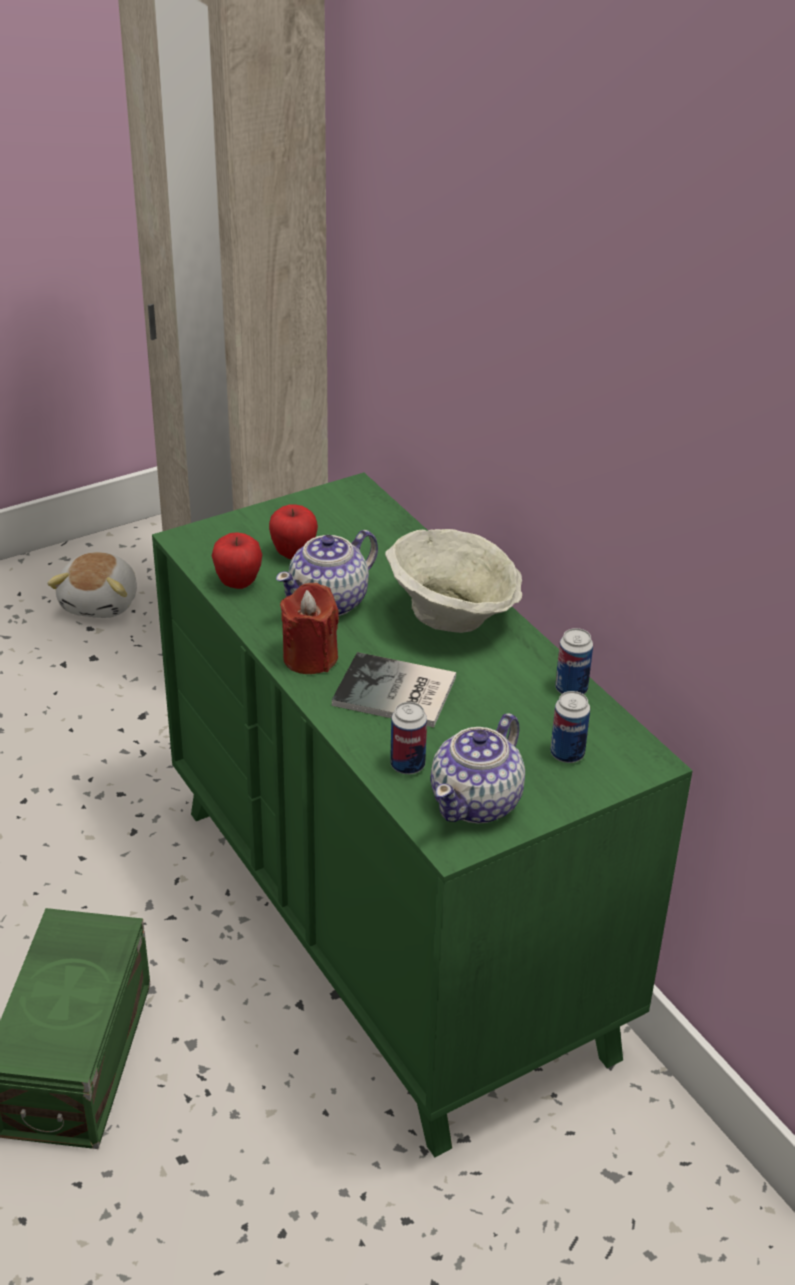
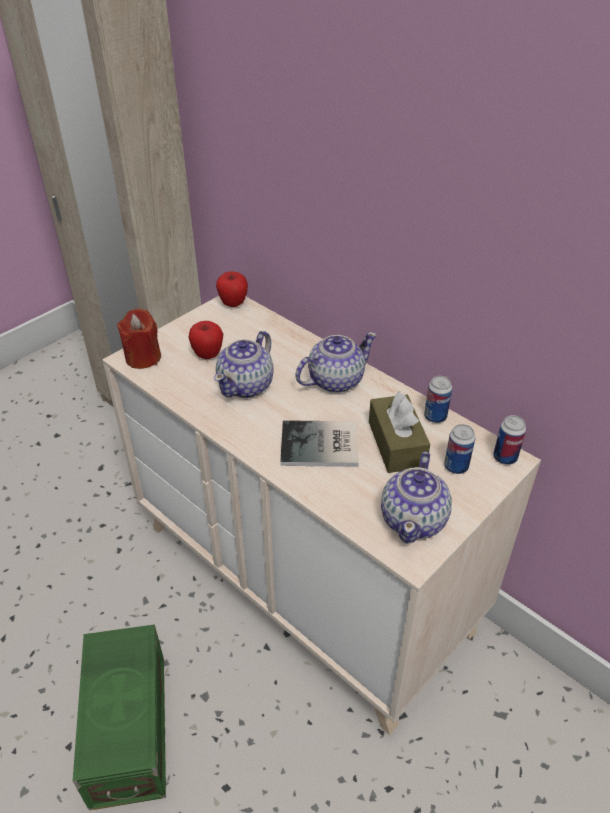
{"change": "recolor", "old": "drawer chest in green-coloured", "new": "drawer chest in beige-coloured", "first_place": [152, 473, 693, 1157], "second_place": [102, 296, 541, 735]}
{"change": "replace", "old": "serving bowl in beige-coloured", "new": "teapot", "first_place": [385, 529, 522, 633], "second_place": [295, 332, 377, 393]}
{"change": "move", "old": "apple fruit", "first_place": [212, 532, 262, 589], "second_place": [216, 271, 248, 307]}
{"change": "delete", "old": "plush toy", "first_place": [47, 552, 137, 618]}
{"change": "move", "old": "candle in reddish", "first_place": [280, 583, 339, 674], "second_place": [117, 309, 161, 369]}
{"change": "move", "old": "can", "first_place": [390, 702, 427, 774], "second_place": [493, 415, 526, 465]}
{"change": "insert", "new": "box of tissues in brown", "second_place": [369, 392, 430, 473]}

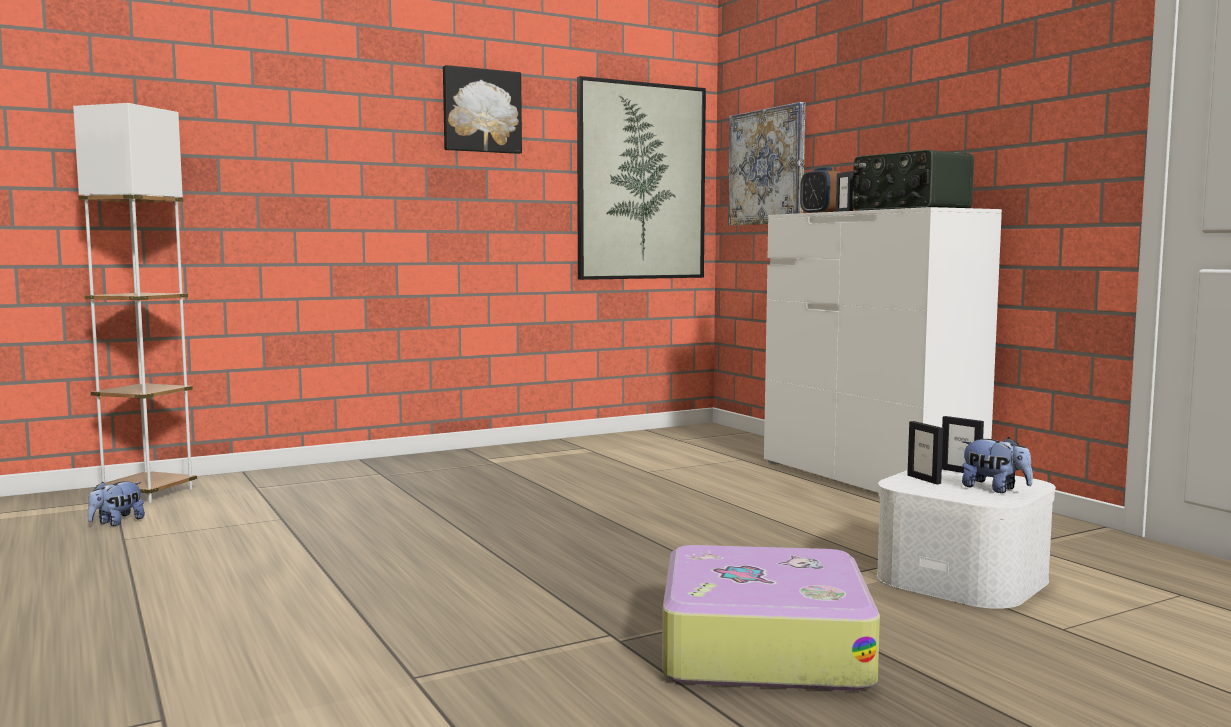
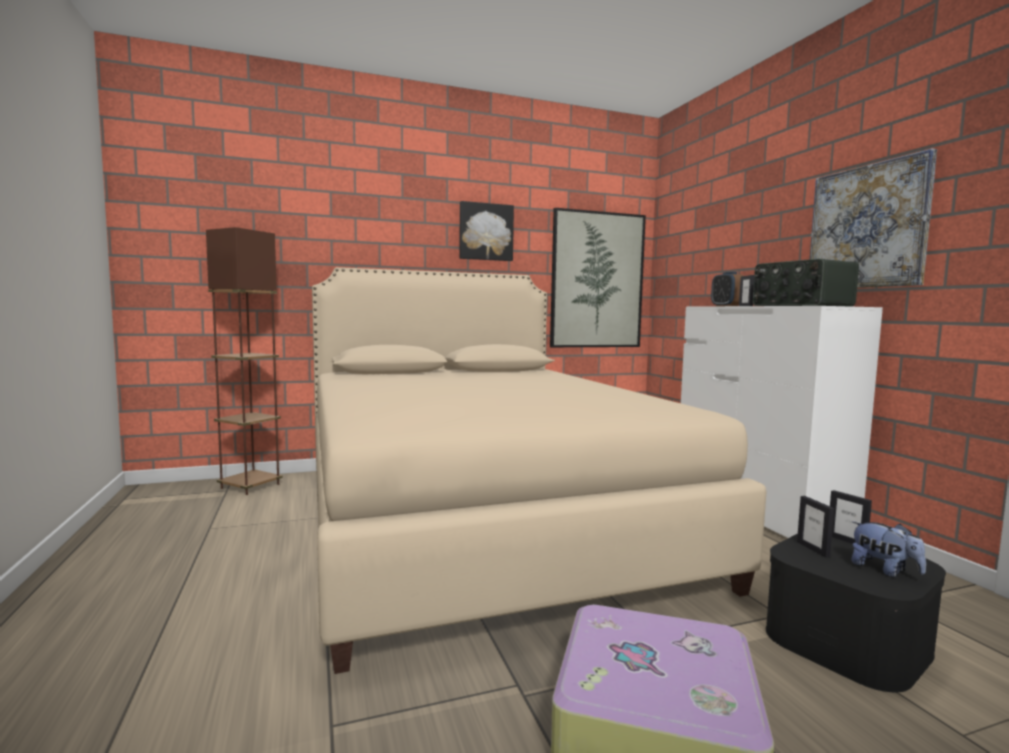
{"change": "move", "old": "picture", "first_place": [728, 102, 805, 225], "second_place": [810, 148, 937, 288]}
{"change": "recolor", "old": "floor lamp in white-coloured", "new": "floor lamp in brown", "first_place": [73, 103, 197, 503], "second_place": [206, 227, 283, 495]}
{"change": "recolor", "old": "storage box in white-coloured", "new": "storage box in blackish", "first_place": [877, 470, 1056, 609], "second_place": [766, 533, 946, 693]}
{"change": "delete", "old": "plush toy", "first_place": [88, 481, 145, 526]}
{"change": "insert", "new": "bed in beige-coloured", "second_place": [312, 267, 767, 674]}

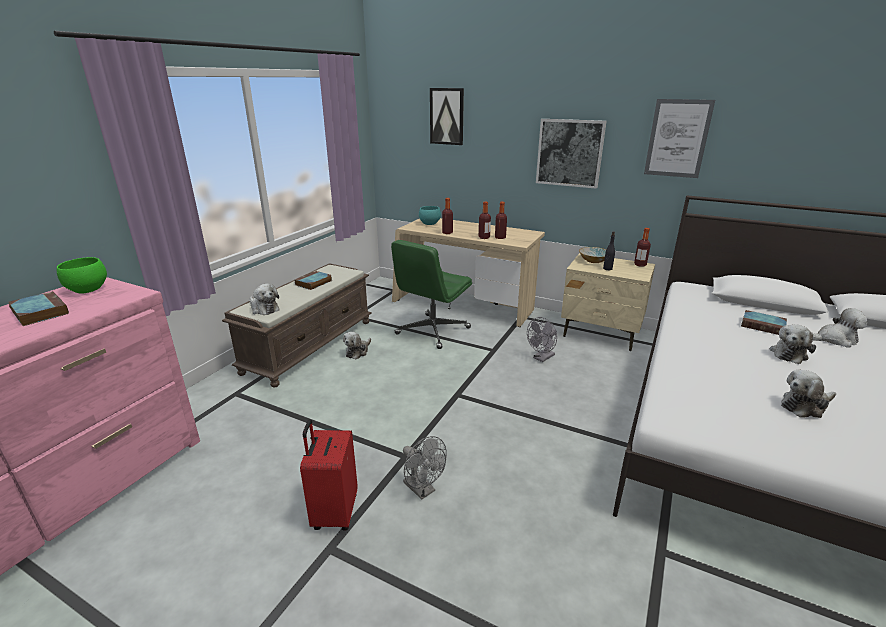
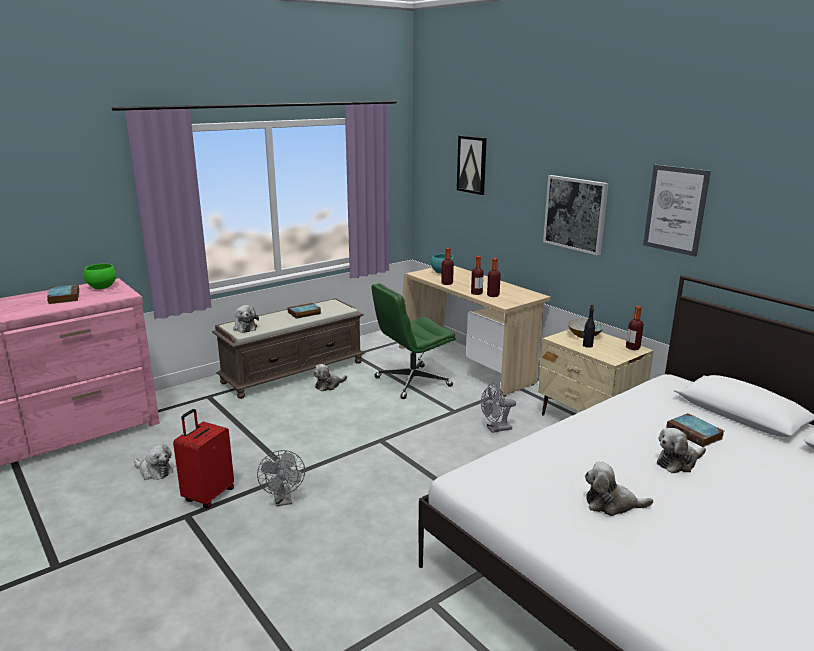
{"change": "move", "old": "plush toy", "first_place": [812, 308, 867, 348], "second_place": [134, 444, 173, 480]}

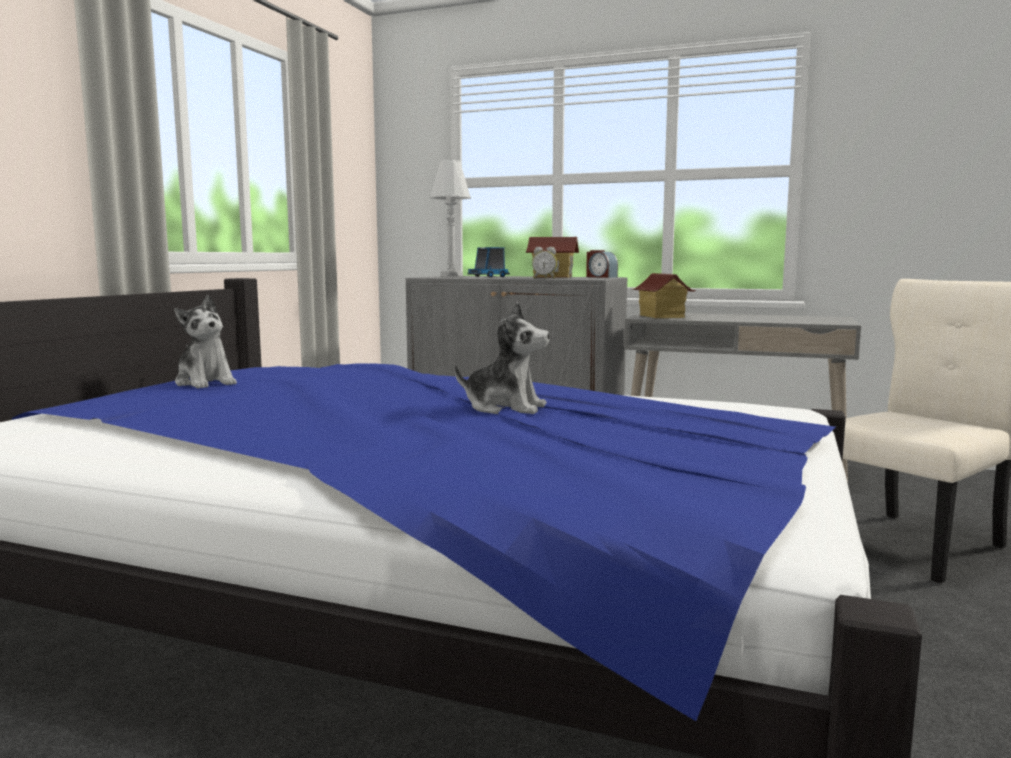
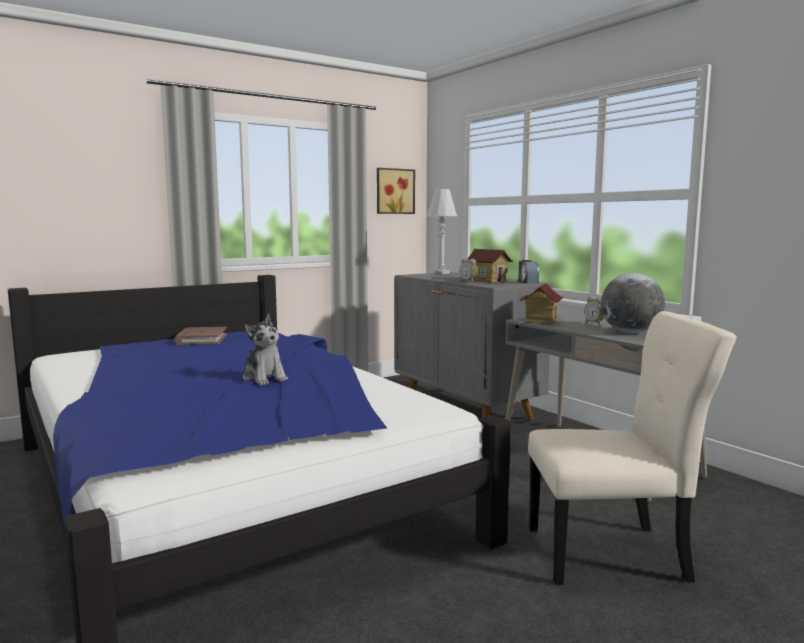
{"change": "delete", "old": "toy lorry", "first_place": [467, 247, 510, 277]}
{"change": "replace", "old": "plush toy", "new": "bound book in brown", "first_place": [174, 295, 237, 389], "second_place": [174, 327, 227, 345]}
{"change": "insert", "new": "picture", "second_place": [377, 168, 415, 214]}
{"change": "insert", "new": "desk globe", "second_place": [601, 273, 665, 333]}
{"change": "insert", "new": "alarm clock", "second_place": [584, 296, 605, 325]}

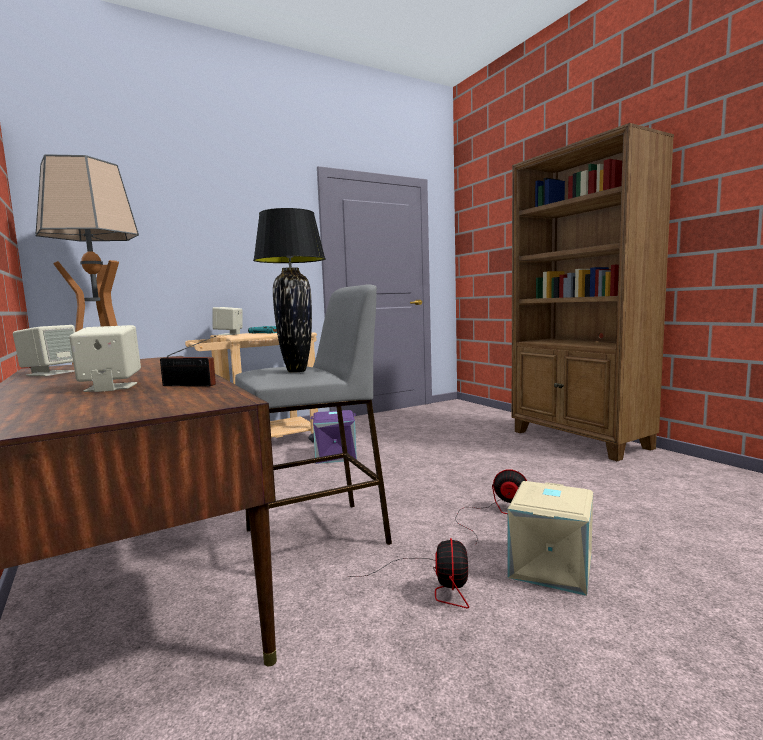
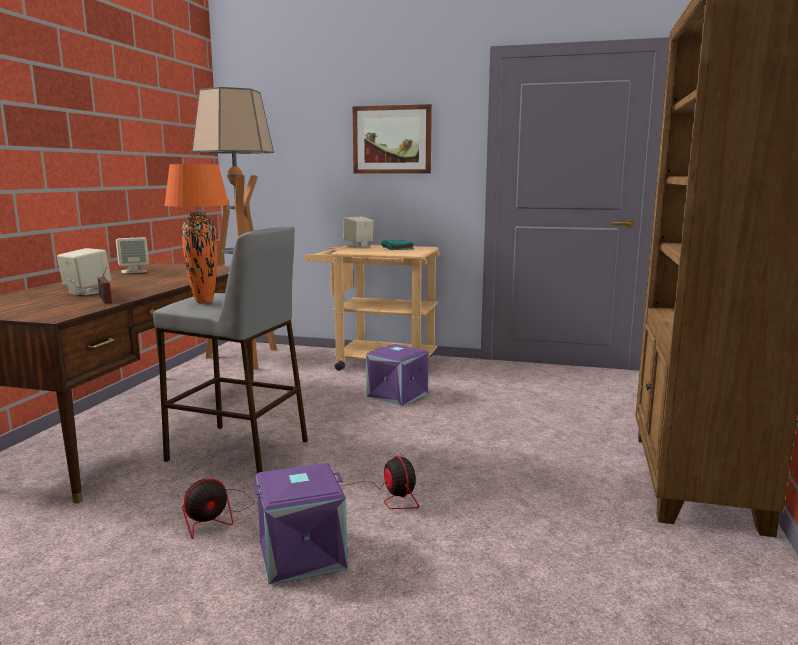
{"change": "recolor", "old": "tabletop lamp in blackish", "new": "tabletop lamp in orangey", "first_place": [253, 208, 326, 373], "second_place": [164, 164, 229, 303]}
{"change": "recolor", "old": "storage box in beige-coloured", "new": "storage box in purple", "first_place": [507, 481, 593, 596], "second_place": [253, 463, 347, 584]}
{"change": "insert", "new": "picture", "second_place": [353, 104, 432, 174]}

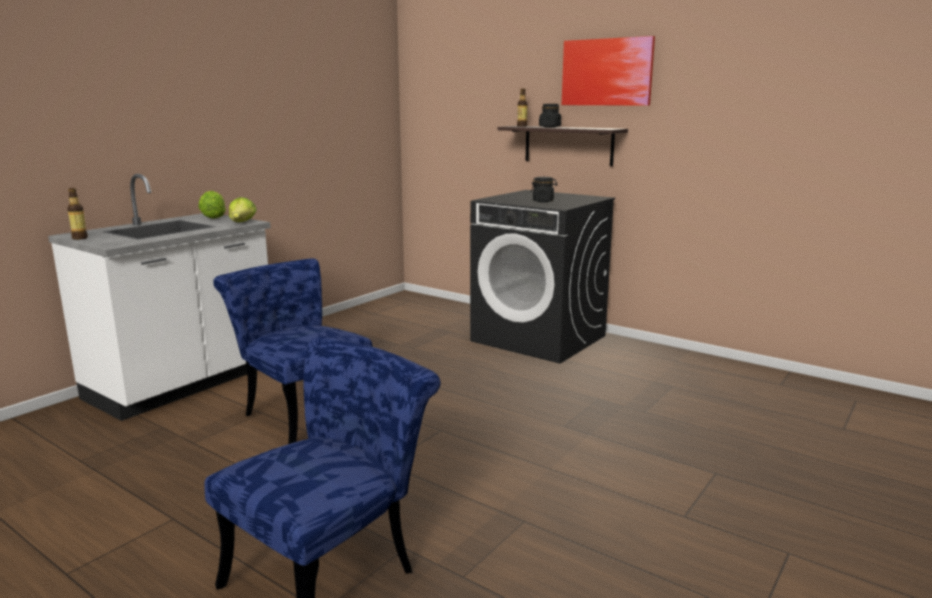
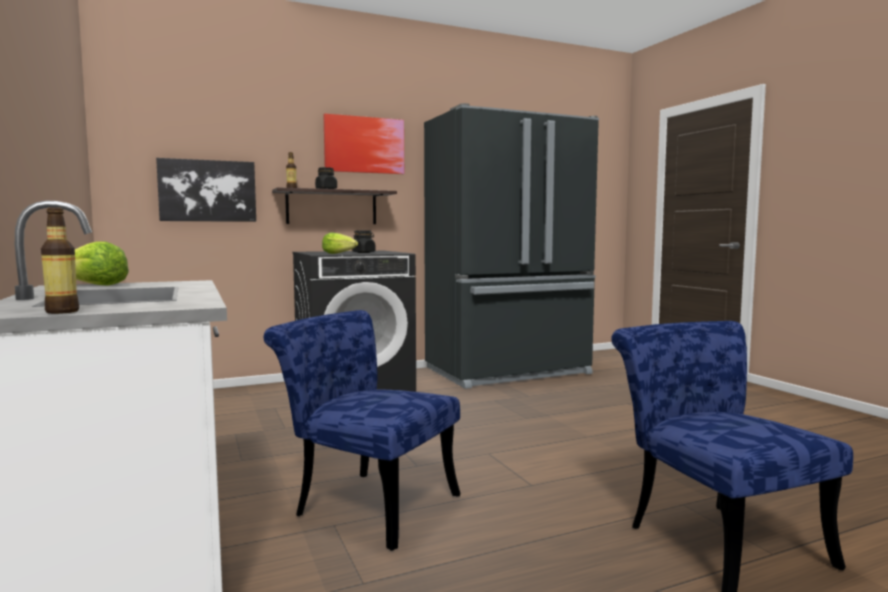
{"change": "move", "old": "lettuce", "first_place": [229, 197, 257, 222], "second_place": [322, 232, 358, 254]}
{"change": "rotate", "old": "plain chair in bluish", "first_place": [213, 258, 372, 444], "second_place": [264, 310, 460, 551], "degrees": 45}
{"change": "insert", "new": "fridge in blackish", "second_place": [424, 103, 599, 389]}
{"change": "insert", "new": "picture", "second_place": [156, 158, 256, 222]}

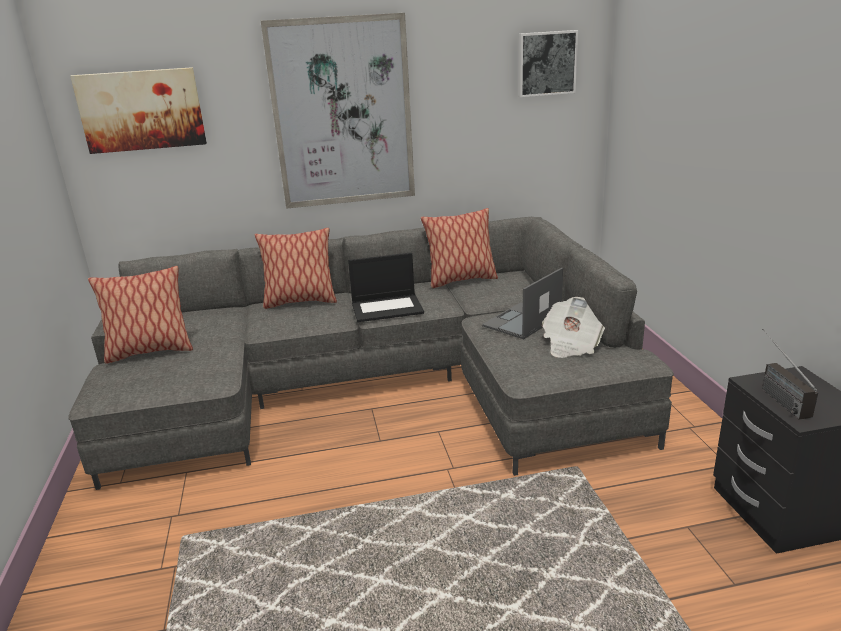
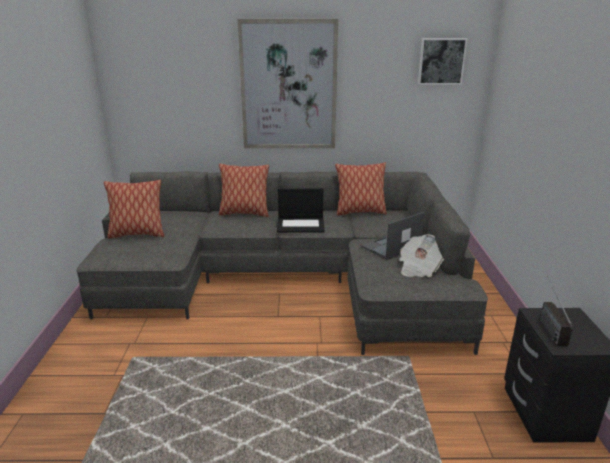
{"change": "delete", "old": "picture", "first_place": [70, 67, 207, 154]}

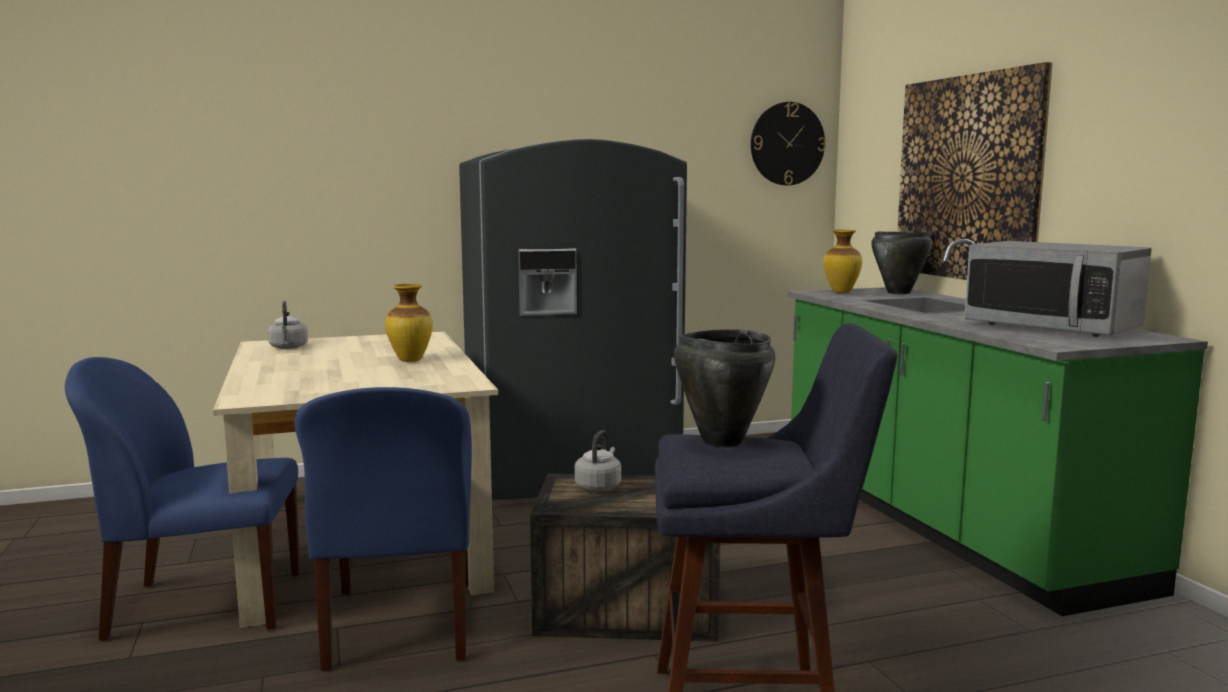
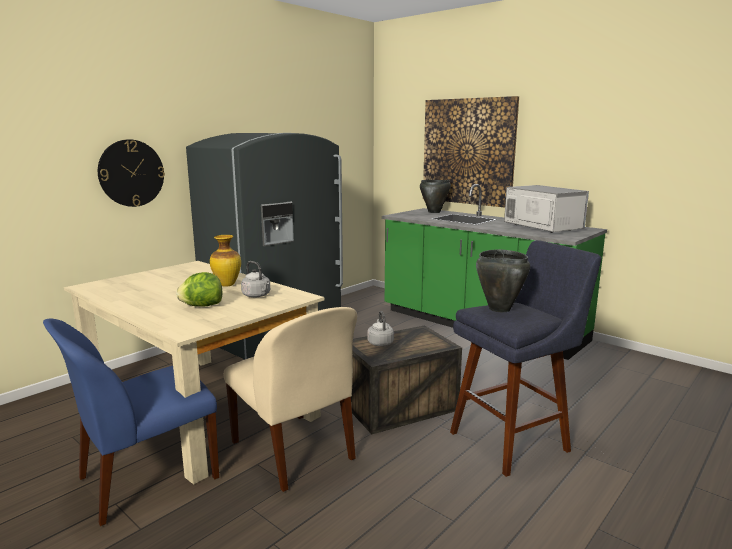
{"change": "move", "old": "hanging clock", "first_place": [751, 102, 826, 185], "second_place": [98, 139, 165, 207]}
{"change": "delete", "old": "flower vase", "first_place": [824, 230, 862, 293]}
{"change": "rotate", "old": "kitchen microwave", "first_place": [964, 241, 1152, 337], "second_place": [504, 185, 589, 233], "degrees": -135}
{"change": "move", "old": "tea kettle in gray", "first_place": [268, 301, 308, 349], "second_place": [241, 261, 270, 297]}
{"change": "recolor", "old": "plain chair in bluish", "new": "plain chair in beige-coloured", "first_place": [294, 387, 472, 671], "second_place": [224, 307, 357, 492]}
{"change": "insert", "new": "lettuce", "second_place": [176, 272, 222, 307]}

